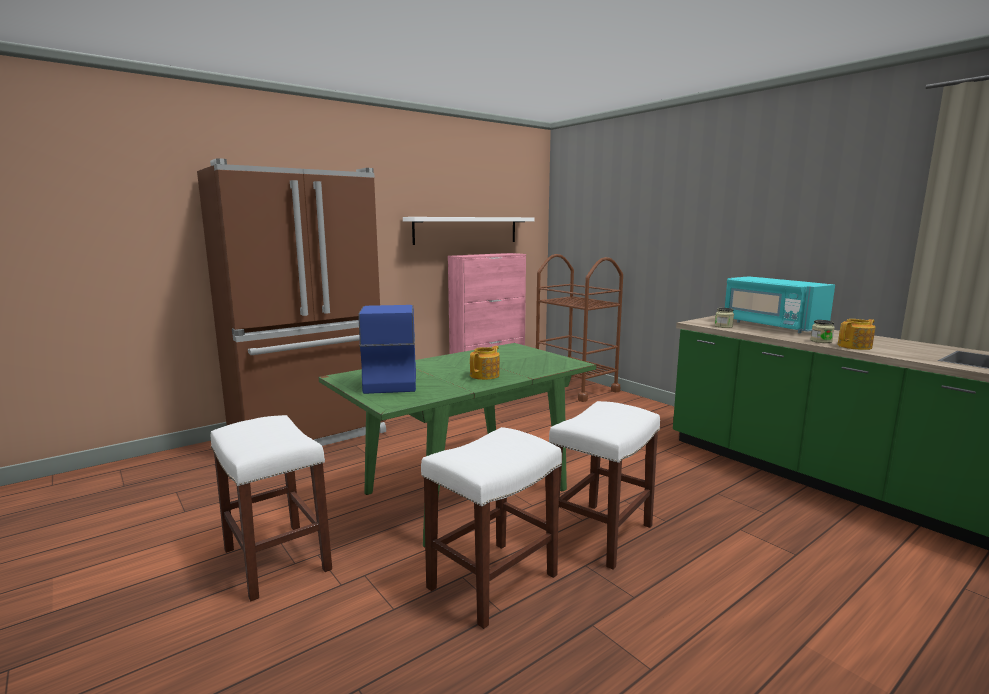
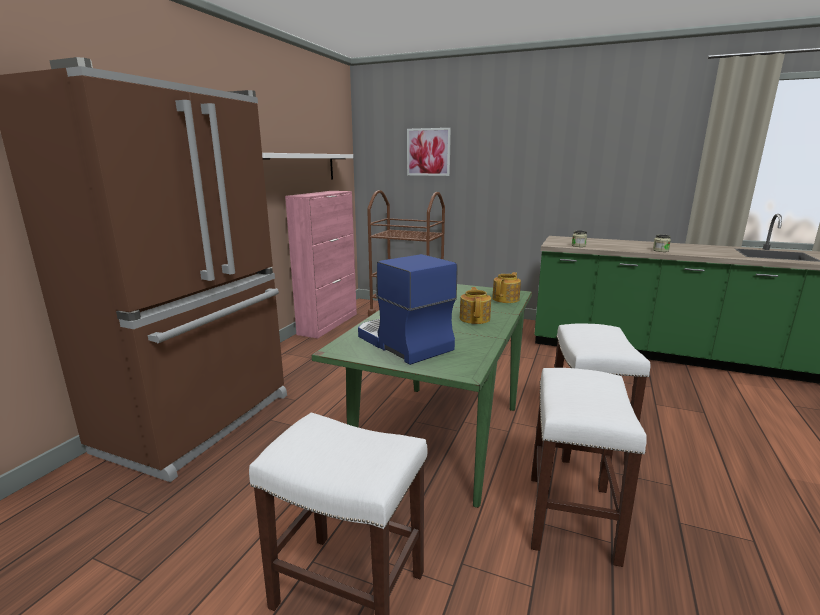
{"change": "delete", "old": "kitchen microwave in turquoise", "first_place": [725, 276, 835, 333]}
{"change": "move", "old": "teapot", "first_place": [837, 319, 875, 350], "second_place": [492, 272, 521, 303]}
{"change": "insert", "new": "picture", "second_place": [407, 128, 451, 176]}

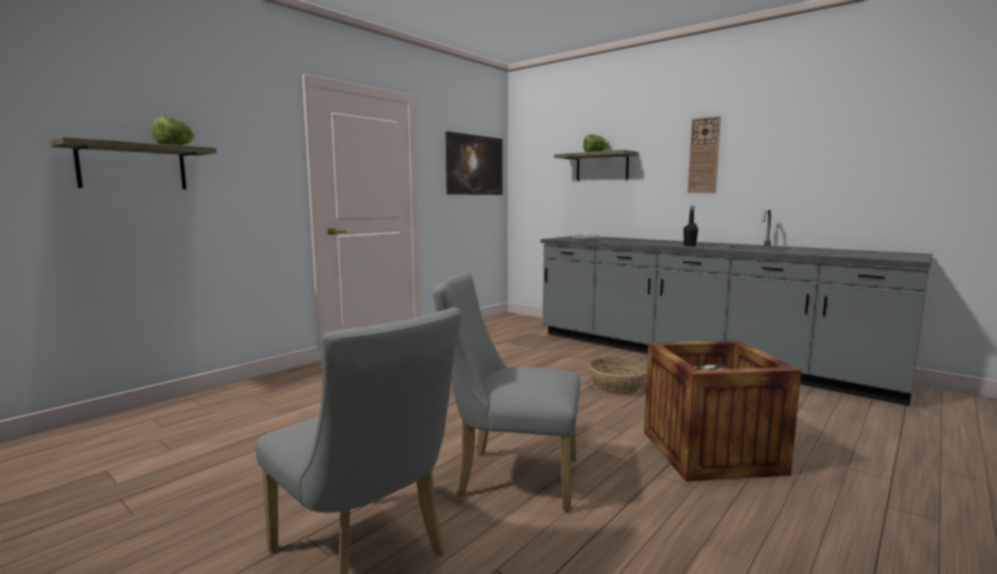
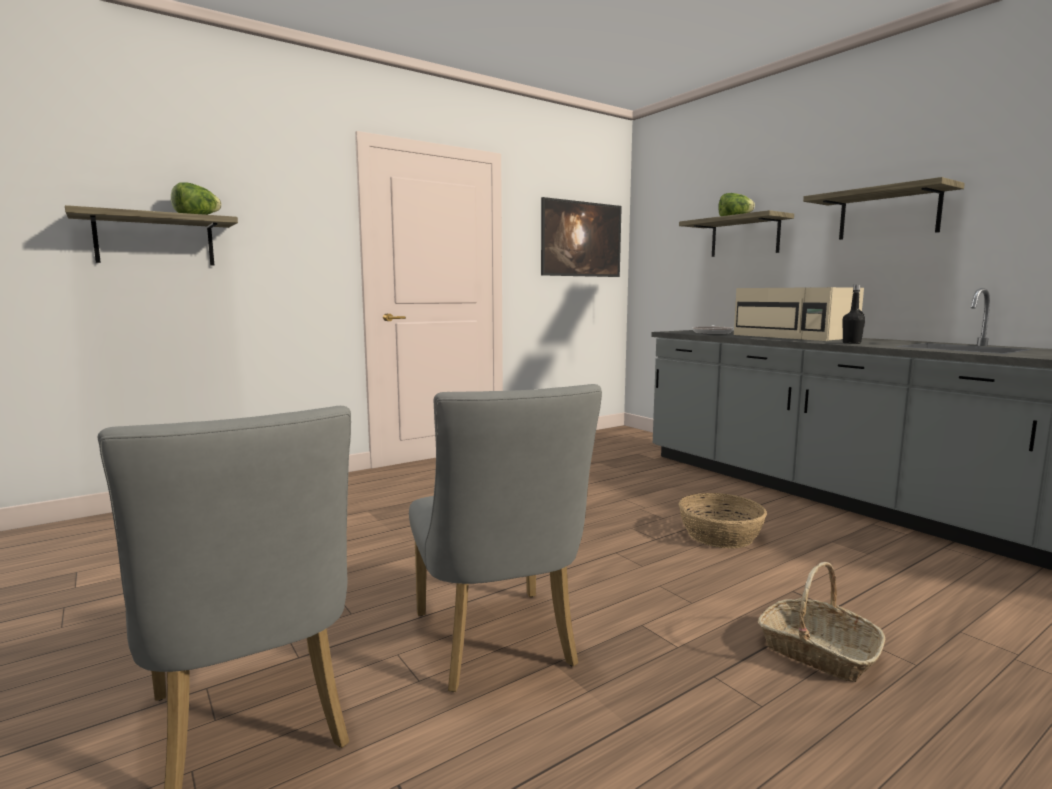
{"change": "replace", "old": "hanging clock", "new": "shelf", "first_place": [687, 116, 721, 193], "second_place": [803, 177, 965, 240]}
{"change": "rotate", "old": "plain chair in gray", "first_place": [433, 273, 580, 512], "second_place": [409, 384, 602, 692], "degrees": -135}
{"change": "replace", "old": "packing crate", "new": "household basket", "first_place": [644, 340, 802, 482], "second_place": [758, 562, 885, 682]}
{"change": "insert", "new": "kitchen microwave in beige-coloured", "second_place": [734, 287, 864, 341]}

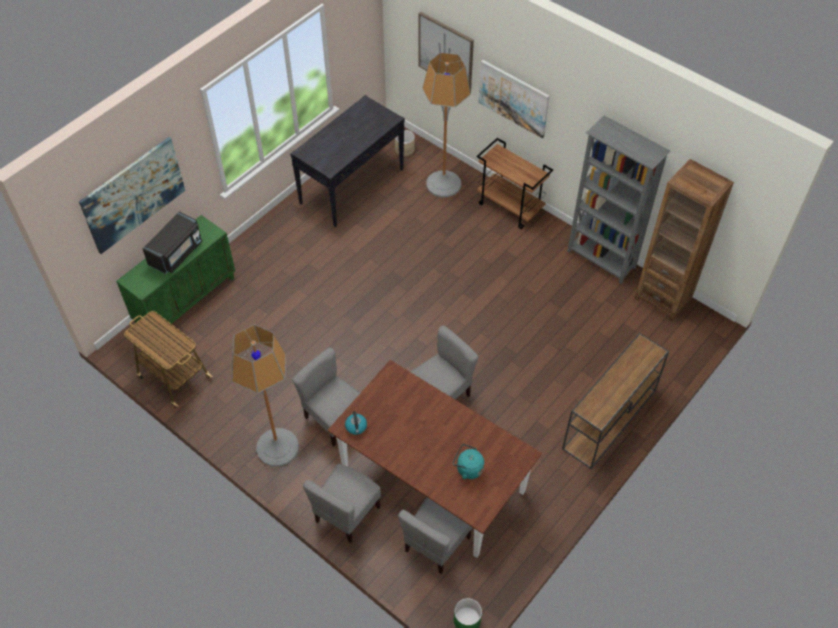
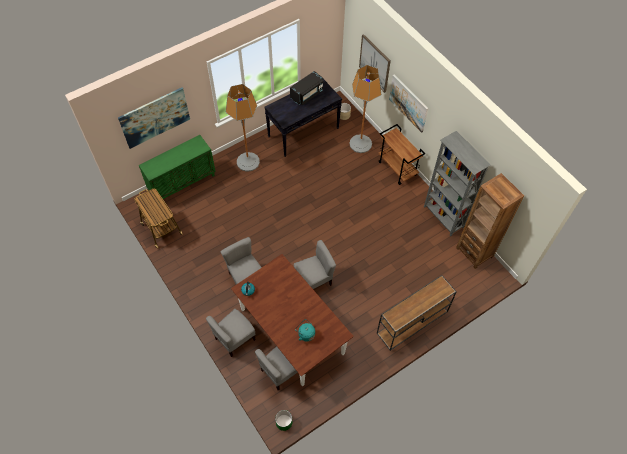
{"change": "move", "old": "kitchen microwave in blackish", "first_place": [142, 212, 202, 274], "second_place": [290, 71, 323, 105]}
{"change": "move", "old": "floor lamp", "first_place": [232, 325, 299, 467], "second_place": [226, 84, 260, 172]}

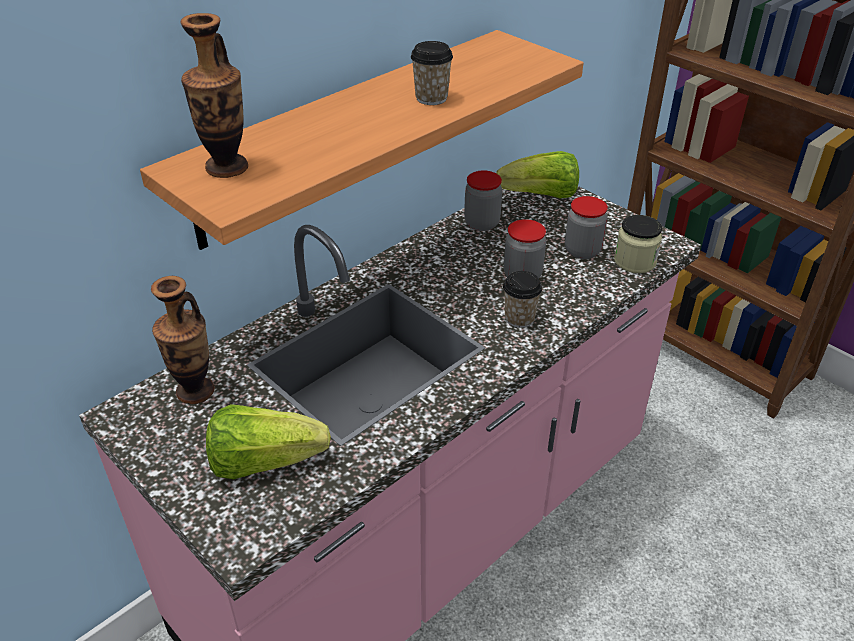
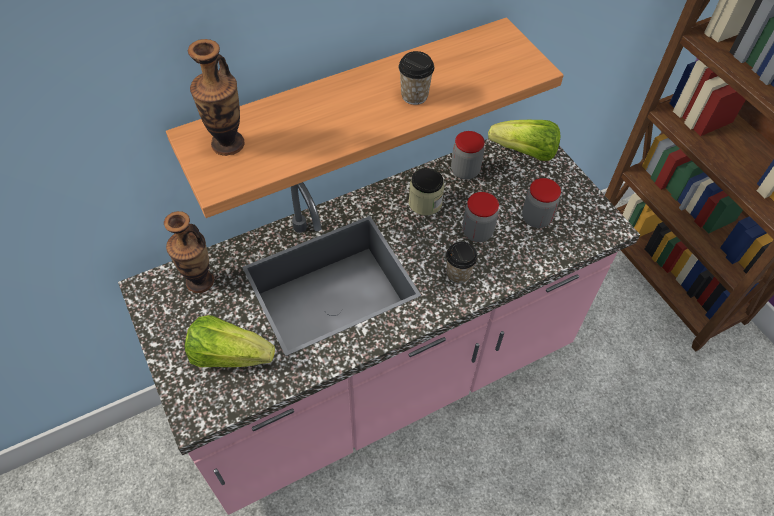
{"change": "move", "old": "preserve jar", "first_place": [614, 215, 662, 273], "second_place": [409, 168, 444, 215]}

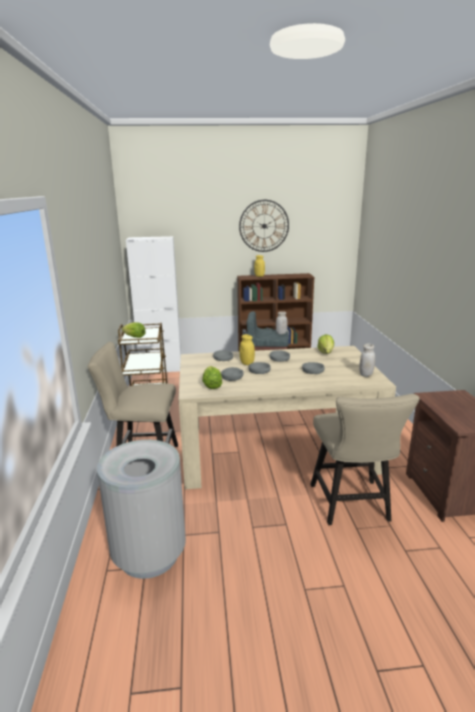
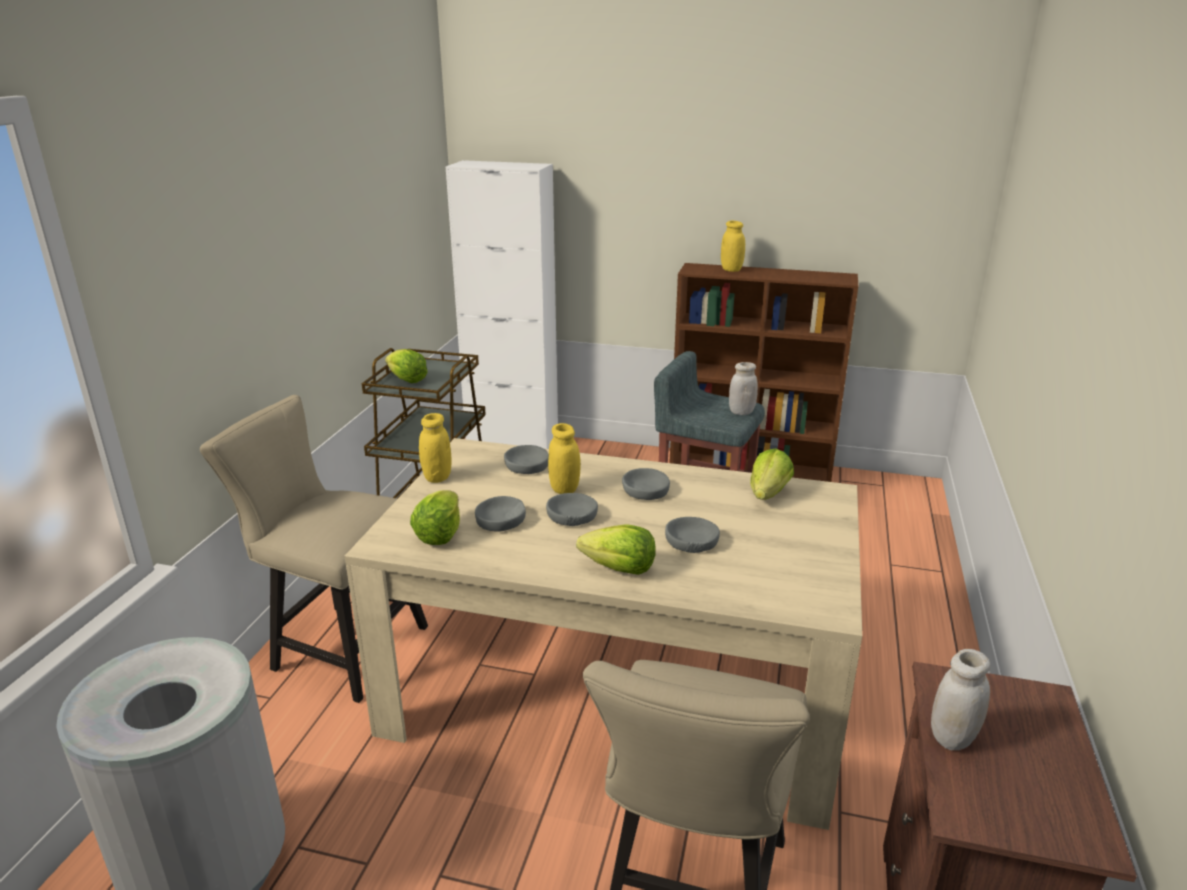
{"change": "delete", "old": "hanging clock", "first_place": [239, 200, 289, 252]}
{"change": "move", "old": "preserve jar in white-coloured", "first_place": [359, 343, 375, 377], "second_place": [931, 649, 990, 751]}
{"change": "insert", "new": "preserve jar in yellow-coloured", "second_place": [419, 413, 452, 483]}
{"change": "insert", "new": "lettuce", "second_place": [576, 524, 656, 575]}

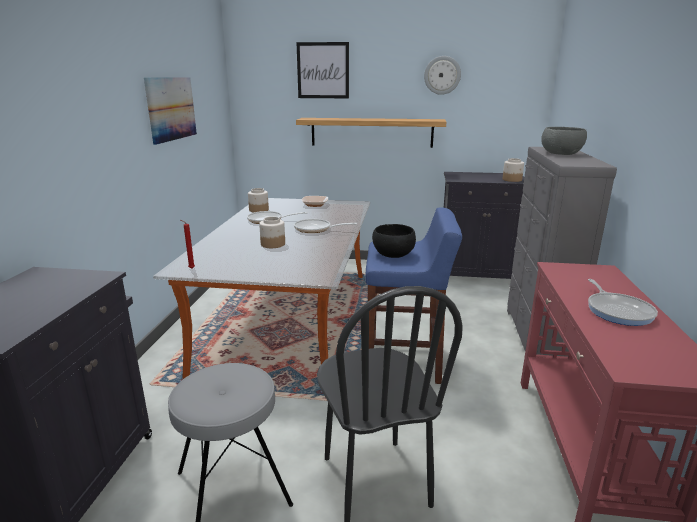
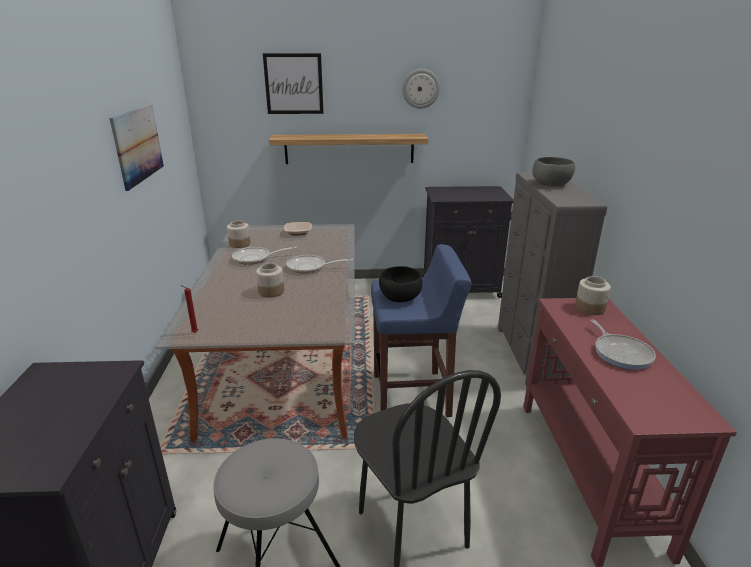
{"change": "move", "old": "preserve jar", "first_place": [502, 158, 524, 182], "second_place": [575, 276, 611, 315]}

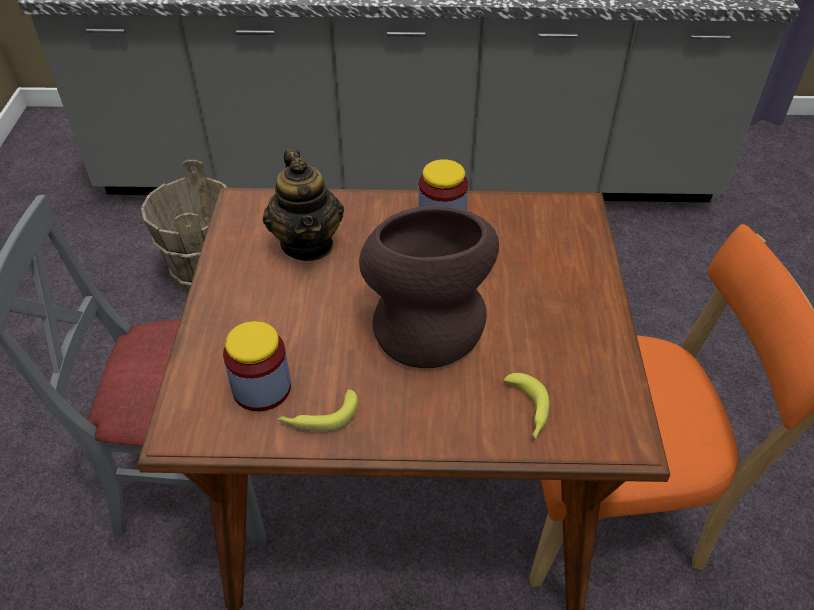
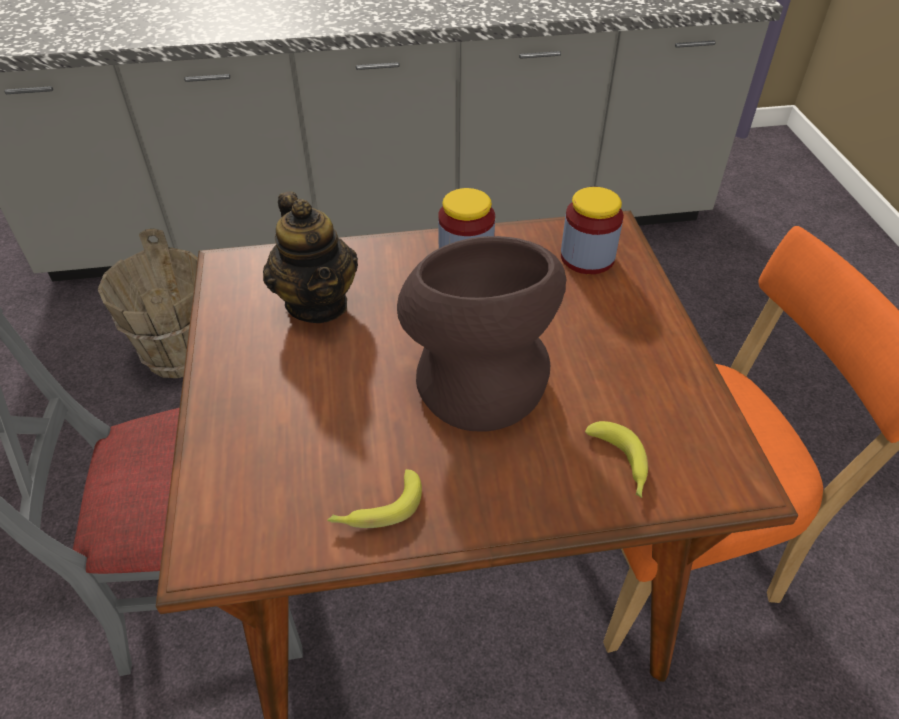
{"change": "move", "old": "preserve jar", "first_place": [223, 321, 291, 411], "second_place": [561, 187, 624, 274]}

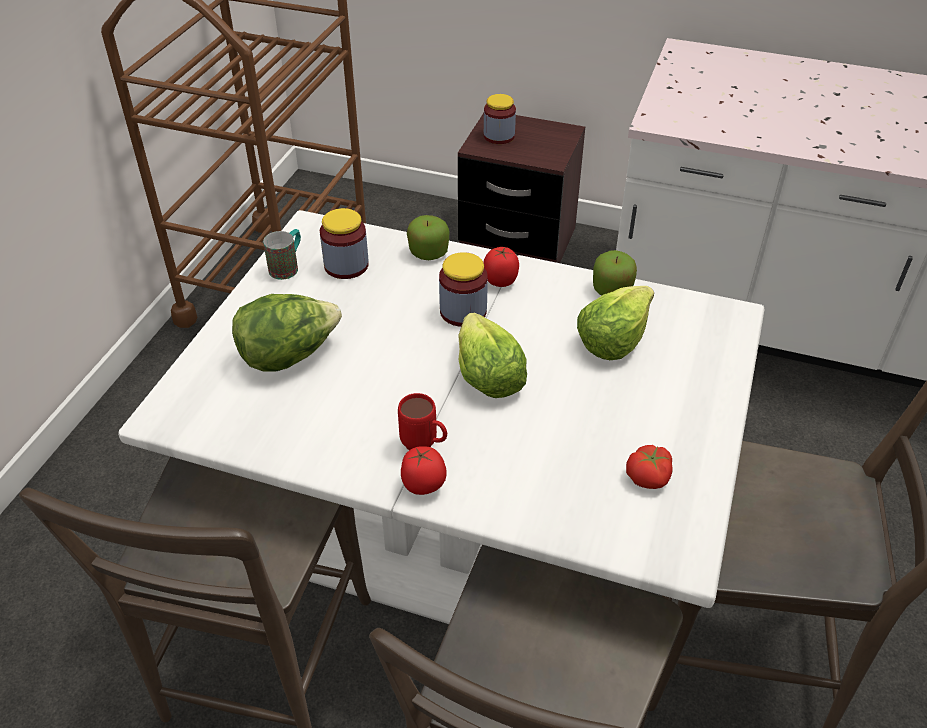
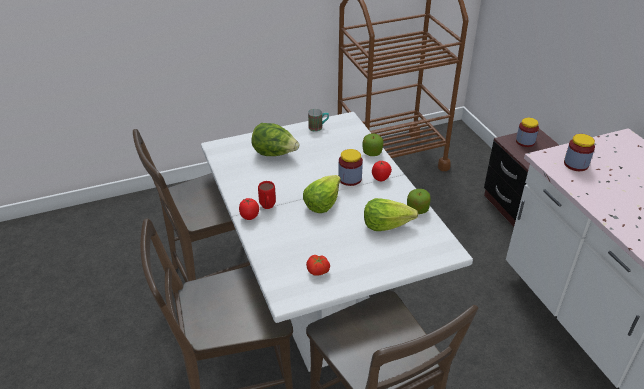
{"change": "move", "old": "preserve jar", "first_place": [320, 208, 369, 279], "second_place": [564, 134, 595, 171]}

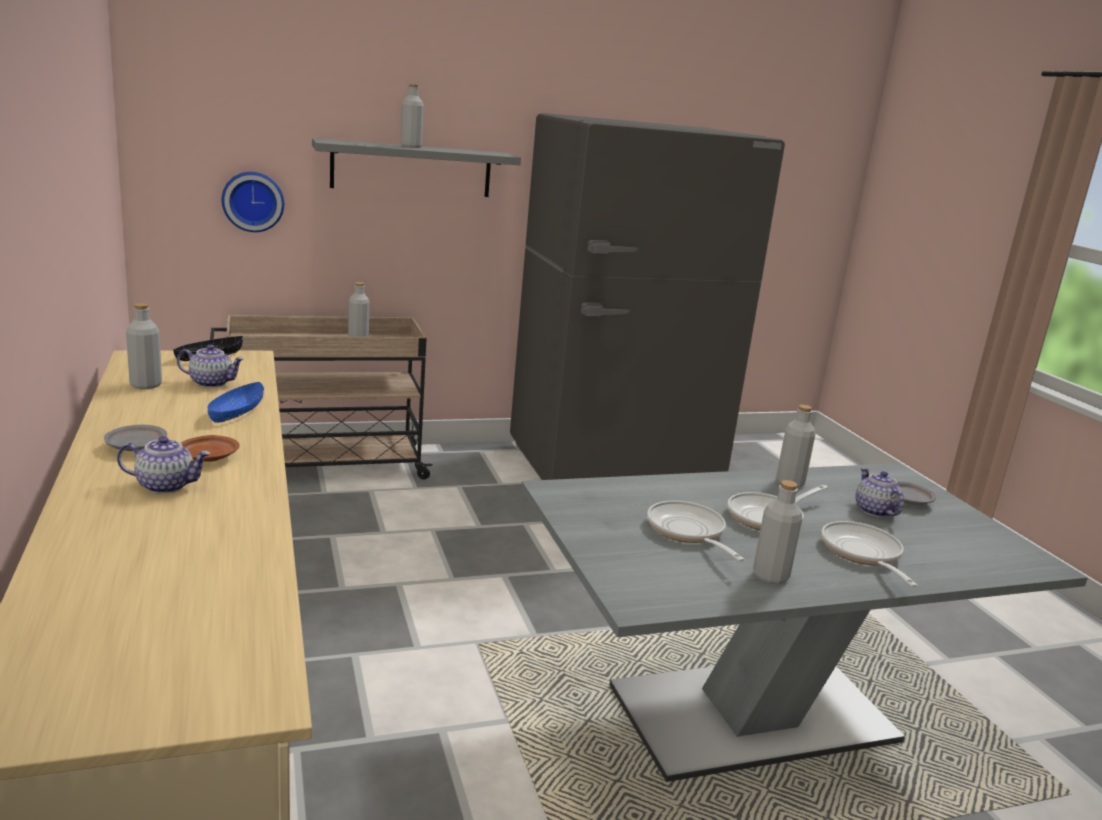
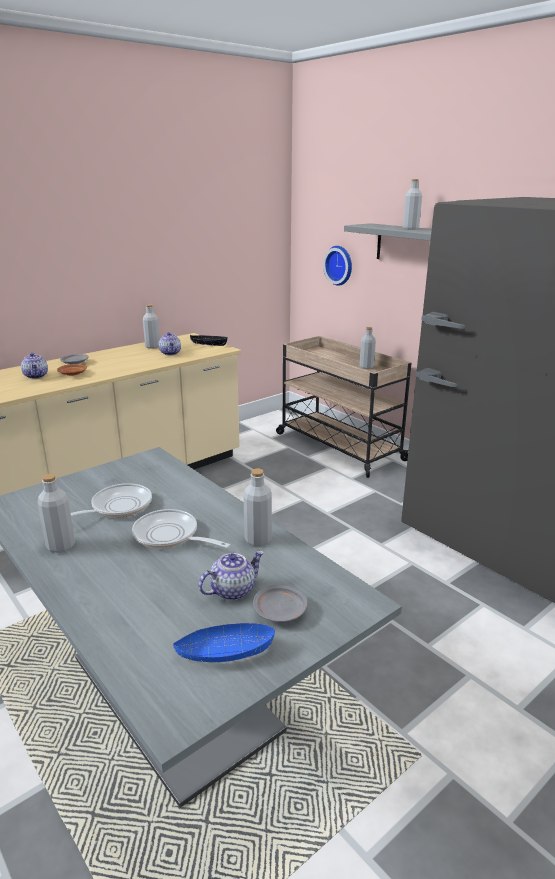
{"change": "move", "old": "serving bowl in bluish", "first_place": [207, 382, 264, 423], "second_place": [173, 623, 275, 663]}
{"change": "delete", "old": "frying pan", "first_place": [821, 521, 918, 587]}

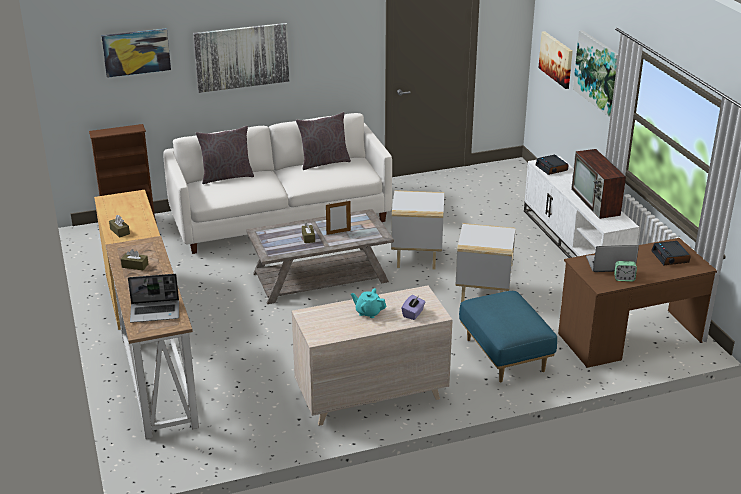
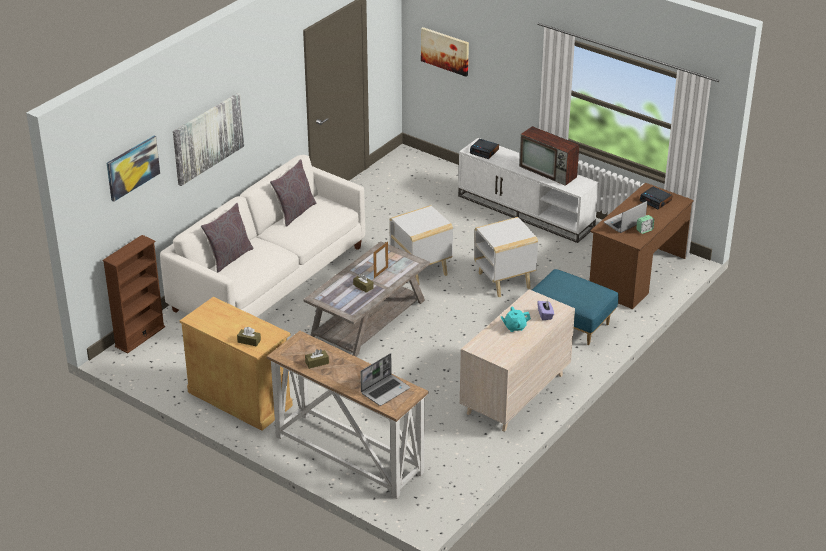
{"change": "delete", "old": "picture", "first_place": [573, 30, 618, 117]}

